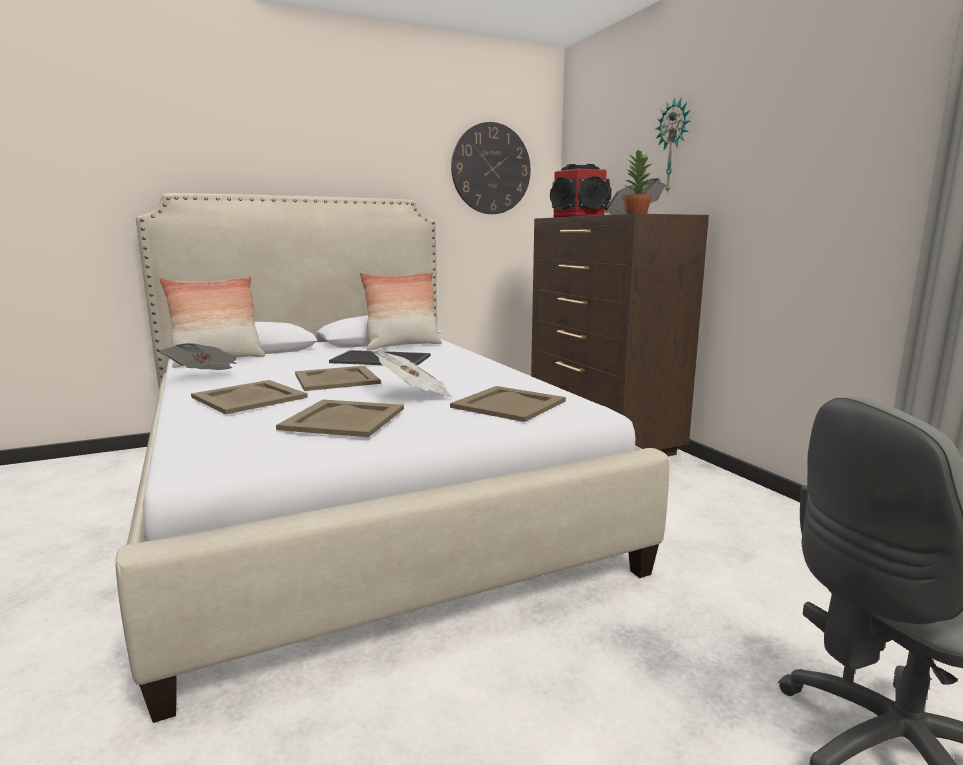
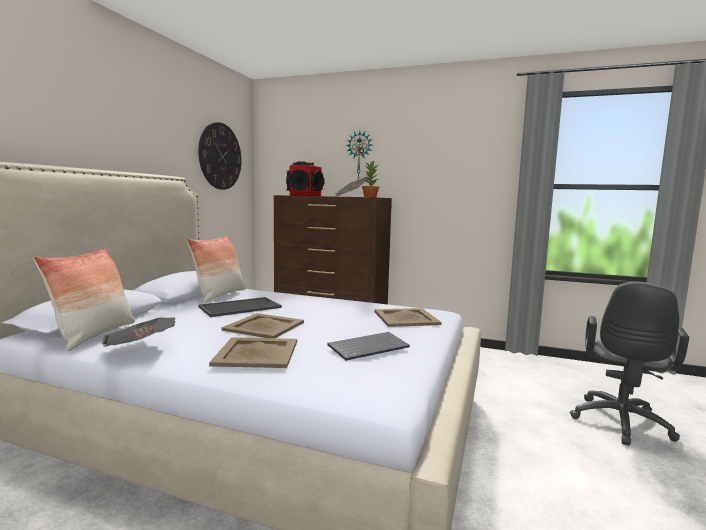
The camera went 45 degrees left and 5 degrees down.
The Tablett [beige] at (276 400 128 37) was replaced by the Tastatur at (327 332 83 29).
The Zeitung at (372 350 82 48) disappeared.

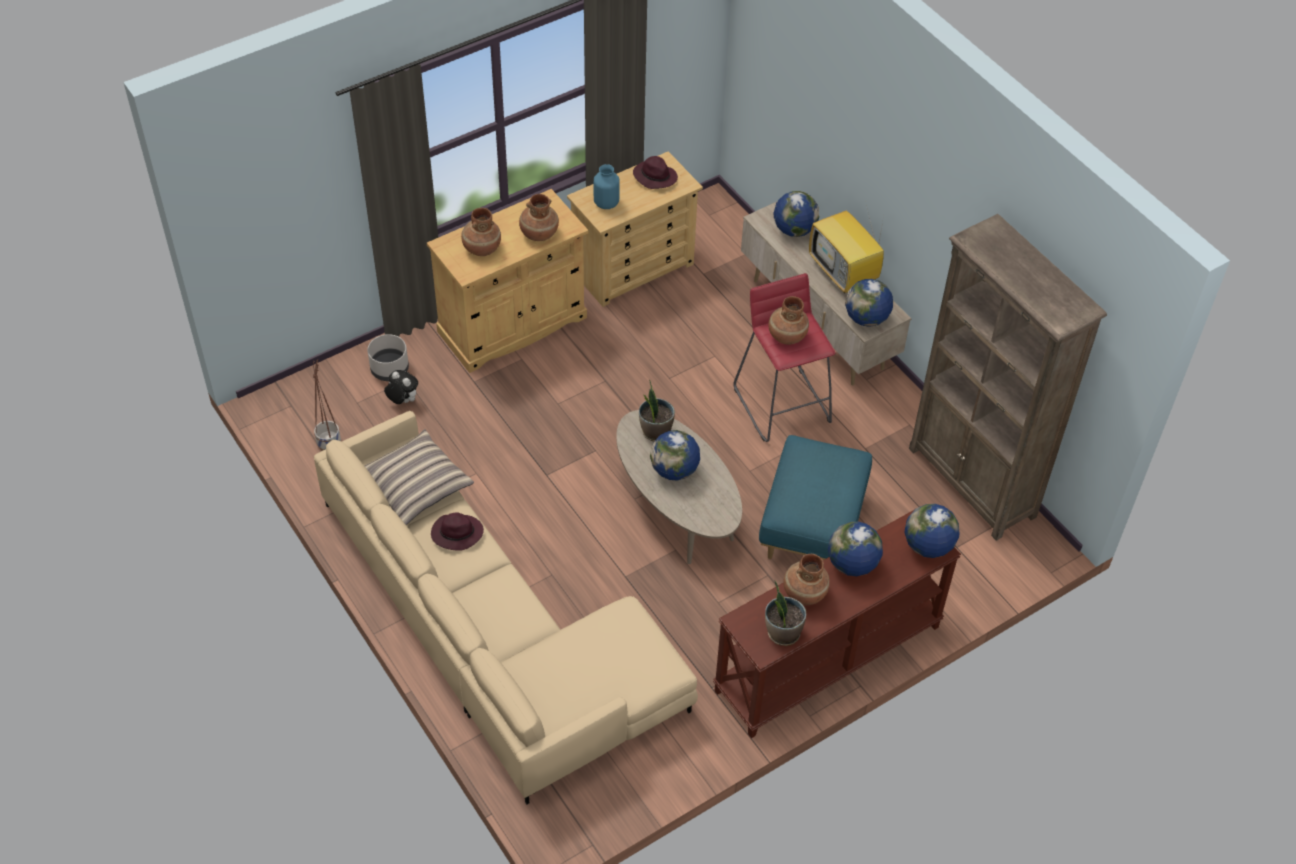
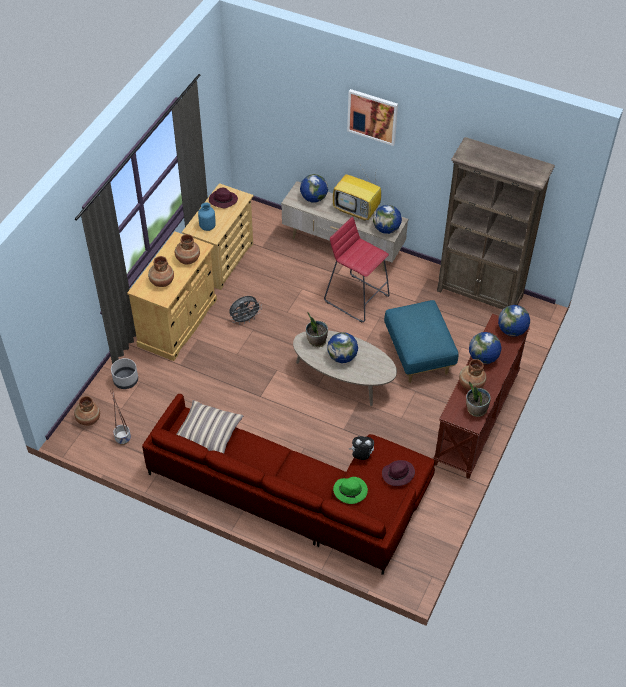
The camera went 30 degrees left and 0 degrees up.
The Sofa [beige] at (314 411 384 394) became the Sofa [rot] at (142 394 293 181).
The Plüschtier moved from (384 370 34 34) to (349 436 25 24).
The Hut [lila] moved from (431 513 53 38) to (382 460 33 26).
The Vase [braun] moved from (768 296 41 49) to (74 396 26 30).
The Ventilator [grau] at (229 296 33 28) appeared.
The Hut [grün] at (333 477 35 27) appeared.
The Bild at (347 89 51 57) appeared.

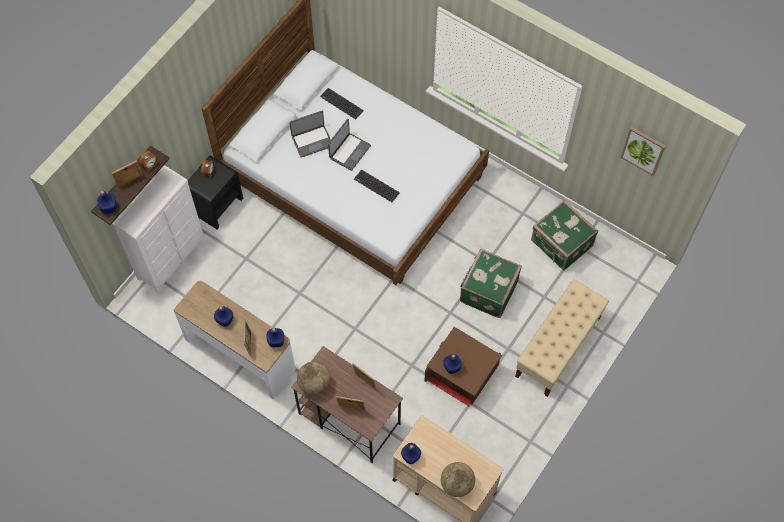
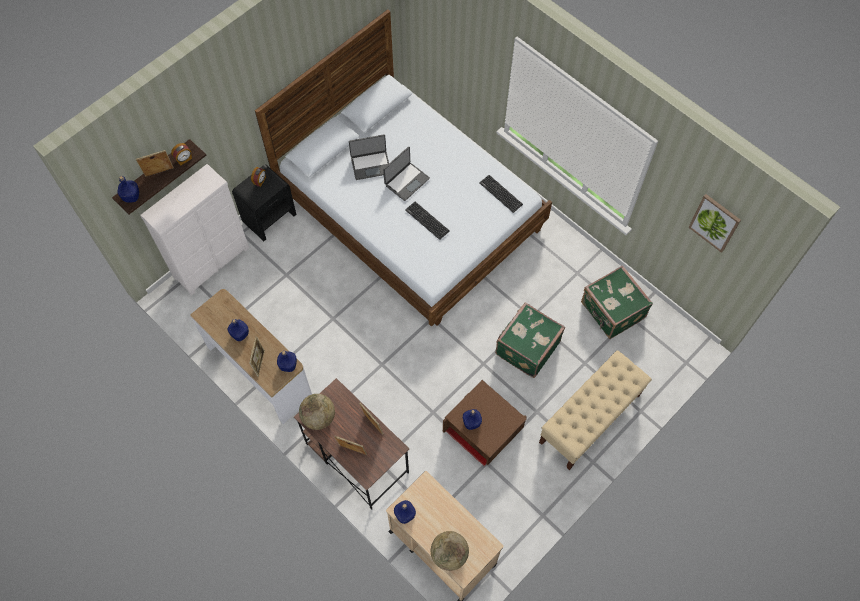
The camera went 10 degrees right and 0 degrees up.
The Tastatur moved from (320 88 44 31) to (479 175 44 38).

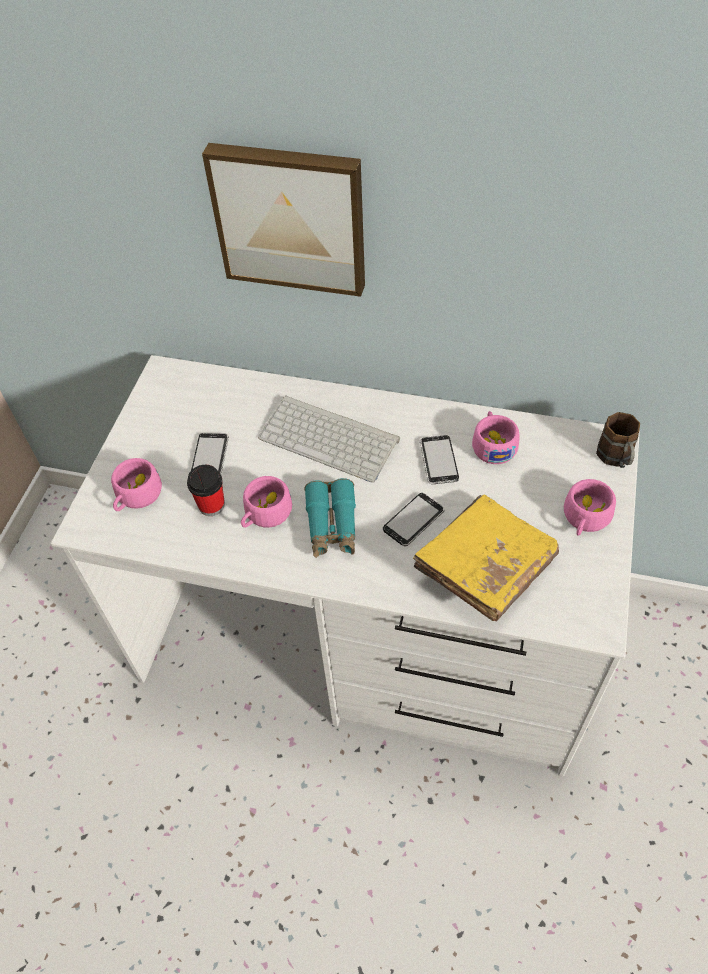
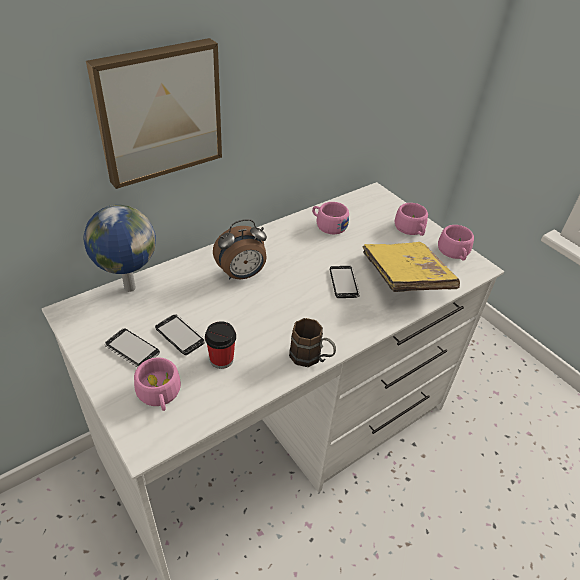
The camera went 55 degrees left and 10 degrees down.
The Tasse [rosa] moved from (241 476 51 52) to (438 225 36 36).
The Tastatur at (258 395 142 88) was replaced by the Wecker at (213 219 54 60).
The Fernglas [türkis] at (304 478 52 80) disappeared.
The Handy moved from (420 435 39 49) to (104 328 56 40).
The Henkelbecher [braun] moved from (596 412 44 56) to (289 318 47 49).
The Globus at (83 205 73 87) appeared.

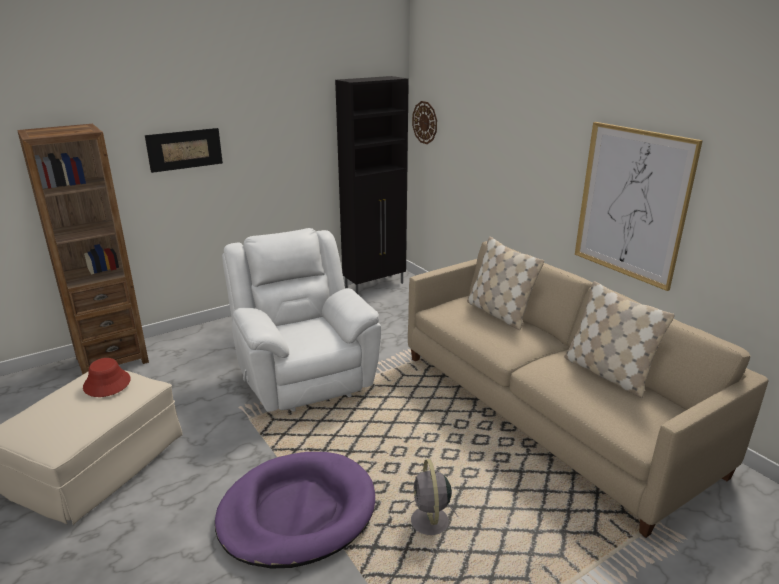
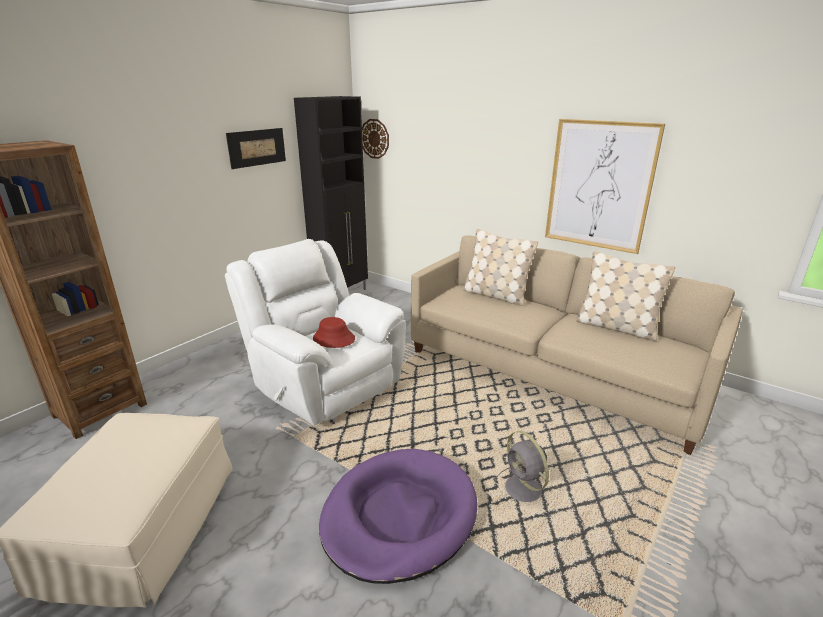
The camera went 20 degrees left and 0 degrees up.
The Hut [rot] moved from (83 358 48 39) to (313 317 42 31).
The Bild moved from (145 128 78 45) to (226 128 60 41).

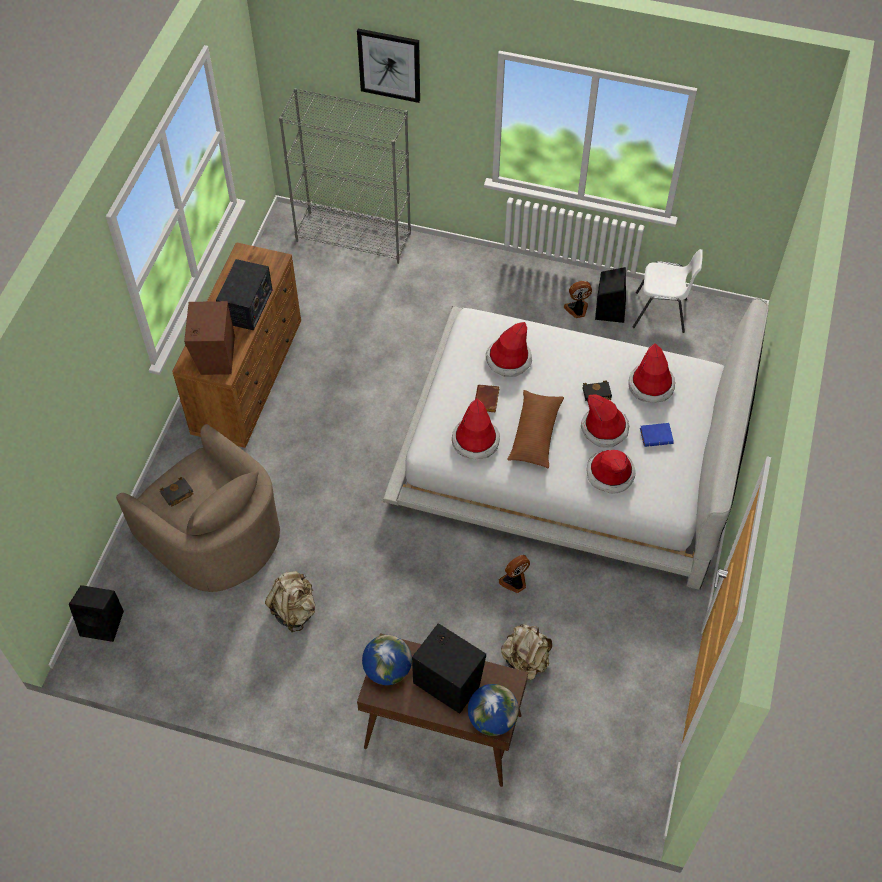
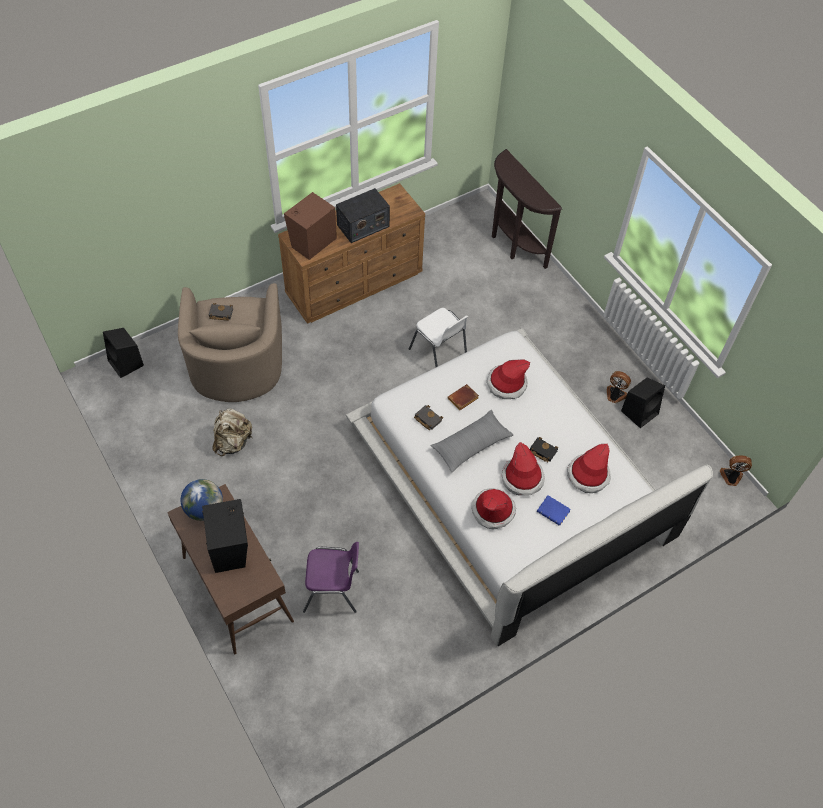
The camera went 40 degrees right and 0 degrees up.
The Bücherregal [grau] at (279 88 132 176) was replaced by the Konsolentisch [braun] at (492 149 70 120).
The Bild at (357 29 63 74) disappeared.
The Hut at (452 399 48 60) was replaced by the Buch [schwarz] at (414 405 29 25).
The Globus at (468 684 51 52) disappeared.
The Ventilator moved from (499 555 31 38) to (720 456 32 30).
The Rucksack [beige] at (501 624 51 56) was replaced by the Stuhl [lila] at (303 542 56 71).
The Kissen [braun] at (507 390 57 78) became the Kissen [grau] at (431 410 82 62).
The Stuhl [weiß] moved from (633 249 70 84) to (409 308 59 59).

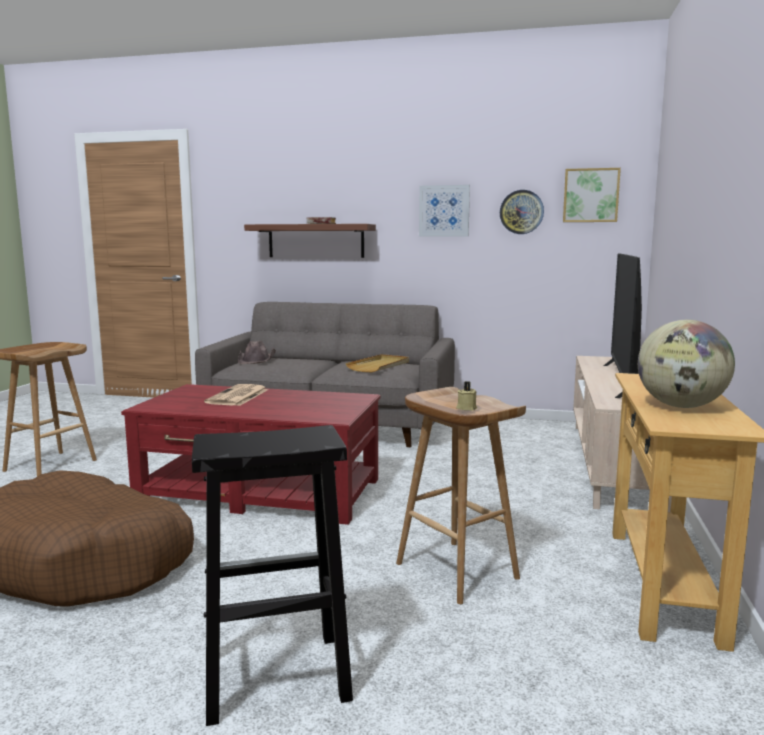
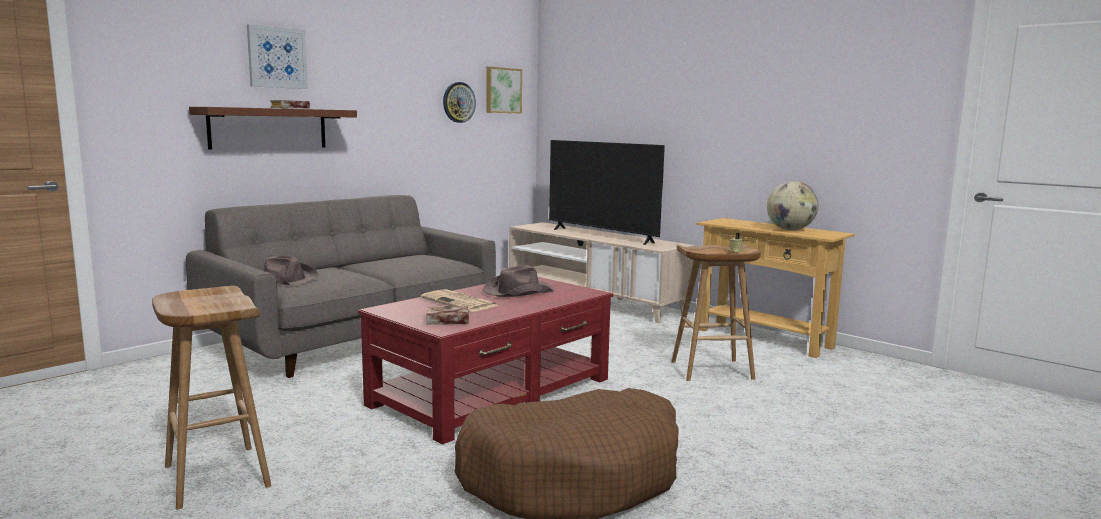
The camera went 60 degrees left and 0 degrees up.
The Hocker [schwarz] at (192 425 161 301) disappeared.
The Tablett [beige] at (345 354 64 18) disappeared.
The Bild moved from (419 185 51 52) to (247 24 61 65).
The Buch at (426 306 43 19) appeared.
The Hut [braun] at (483 265 72 32) appeared.

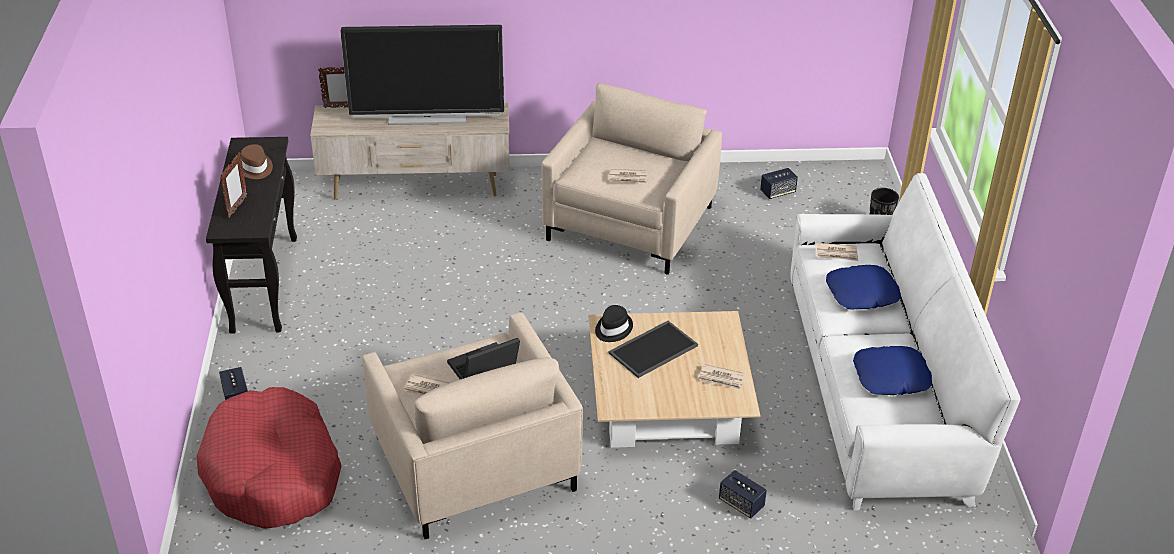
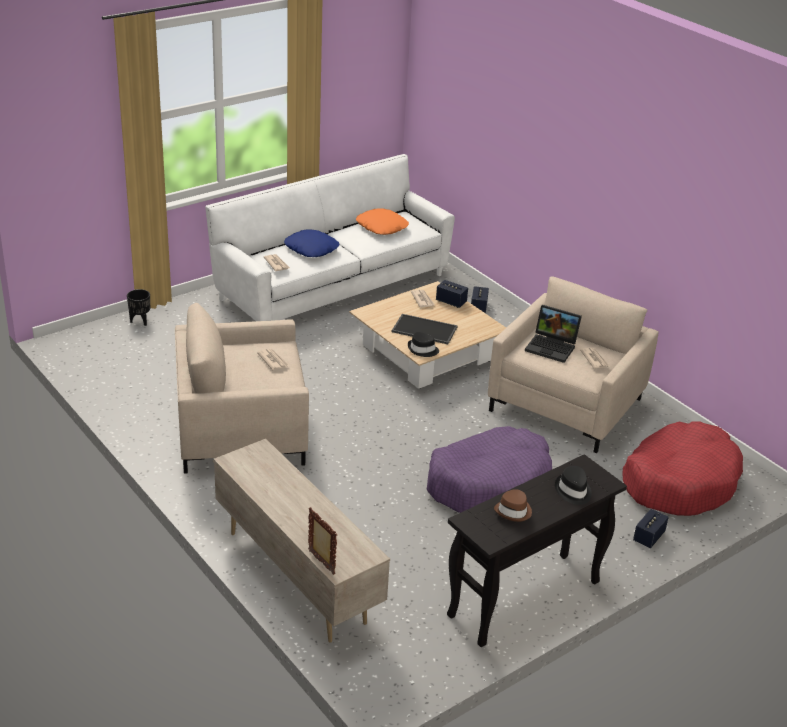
The camera went 125 degrees left and 5 degrees down.
The Bilderrahmen at (220 152 27 66) was replaced by the Hut [schwarz] at (555 466 37 39).
The Fernseher at (340 25 164 100) disappeared.
The Lautsprecher moved from (760 168 38 31) to (436 280 32 28).
The Kissen [blau] at (853 346 79 49) became the Kissen [orange] at (356 208 53 27).
The Hundebett [lila] at (426 426 126 87) appeared.

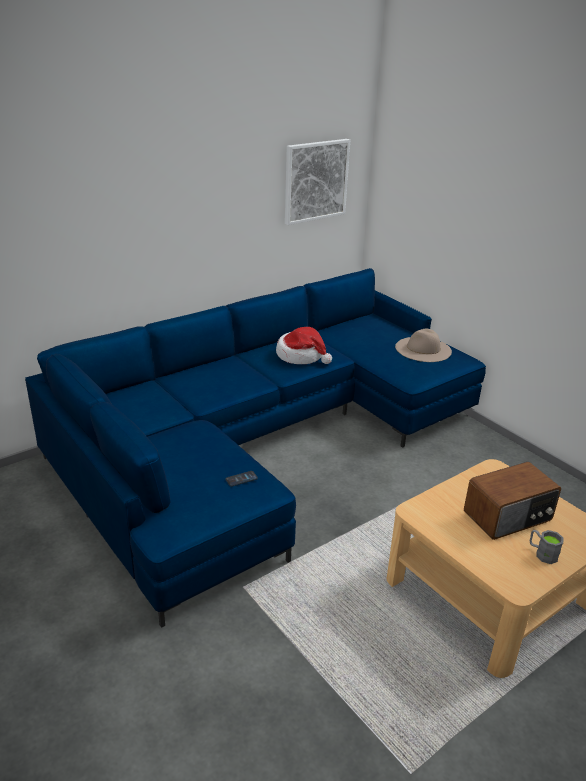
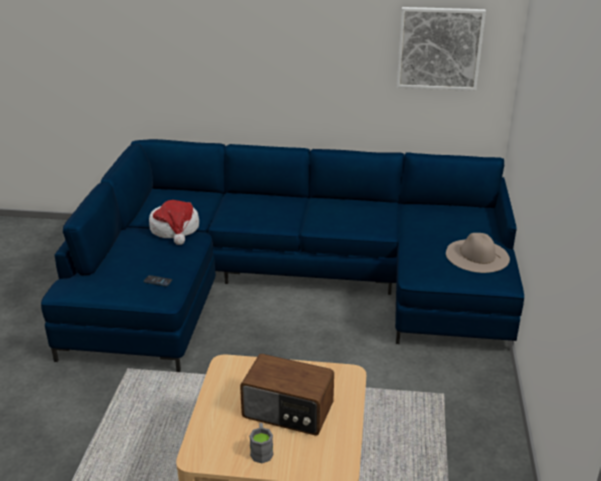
The camera went 45 degrees right and 0 degrees up.
The Hut moved from (276 327 56 37) to (149 200 50 45).

